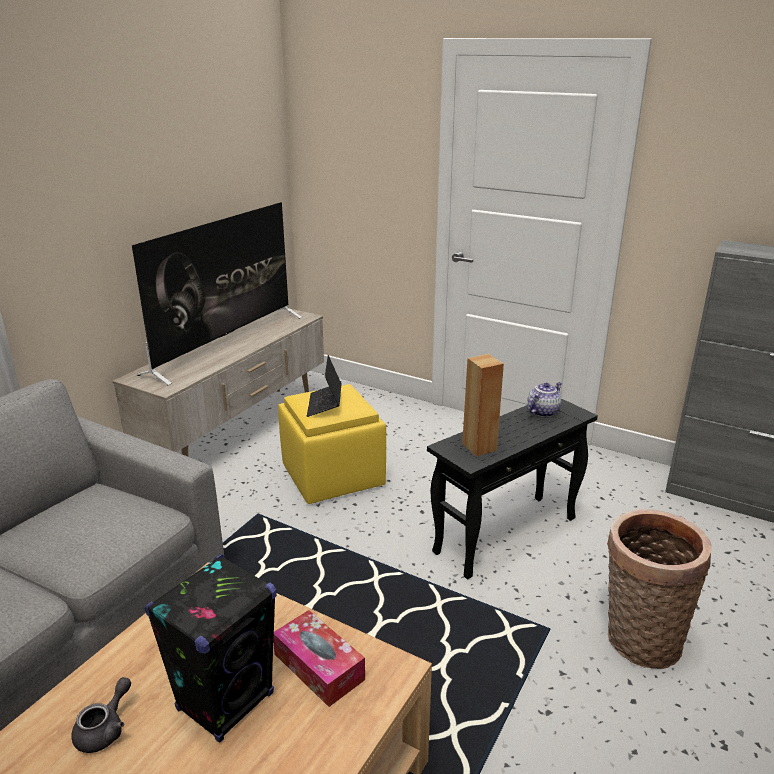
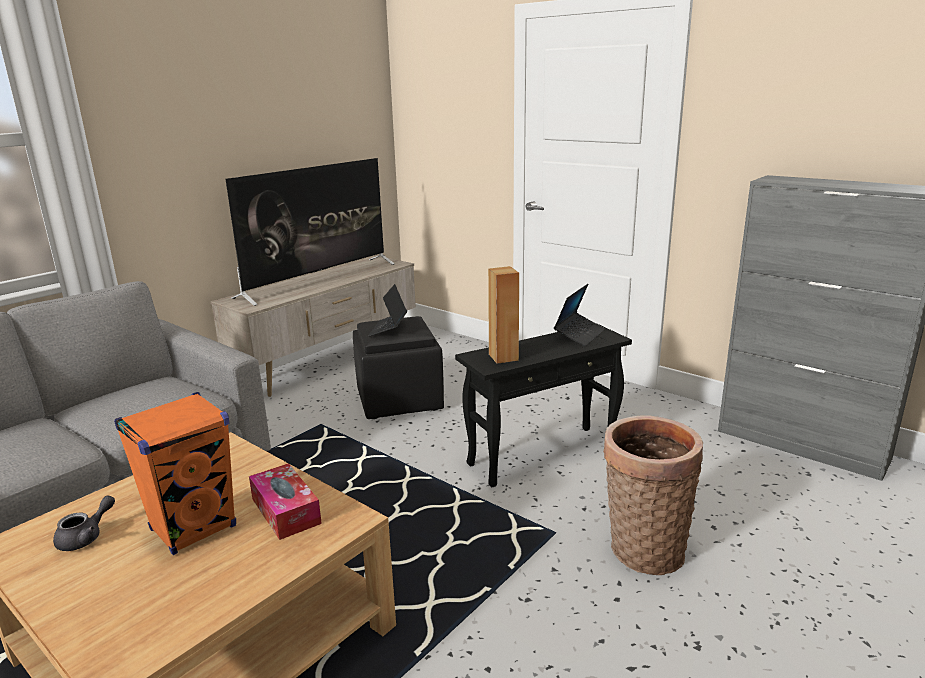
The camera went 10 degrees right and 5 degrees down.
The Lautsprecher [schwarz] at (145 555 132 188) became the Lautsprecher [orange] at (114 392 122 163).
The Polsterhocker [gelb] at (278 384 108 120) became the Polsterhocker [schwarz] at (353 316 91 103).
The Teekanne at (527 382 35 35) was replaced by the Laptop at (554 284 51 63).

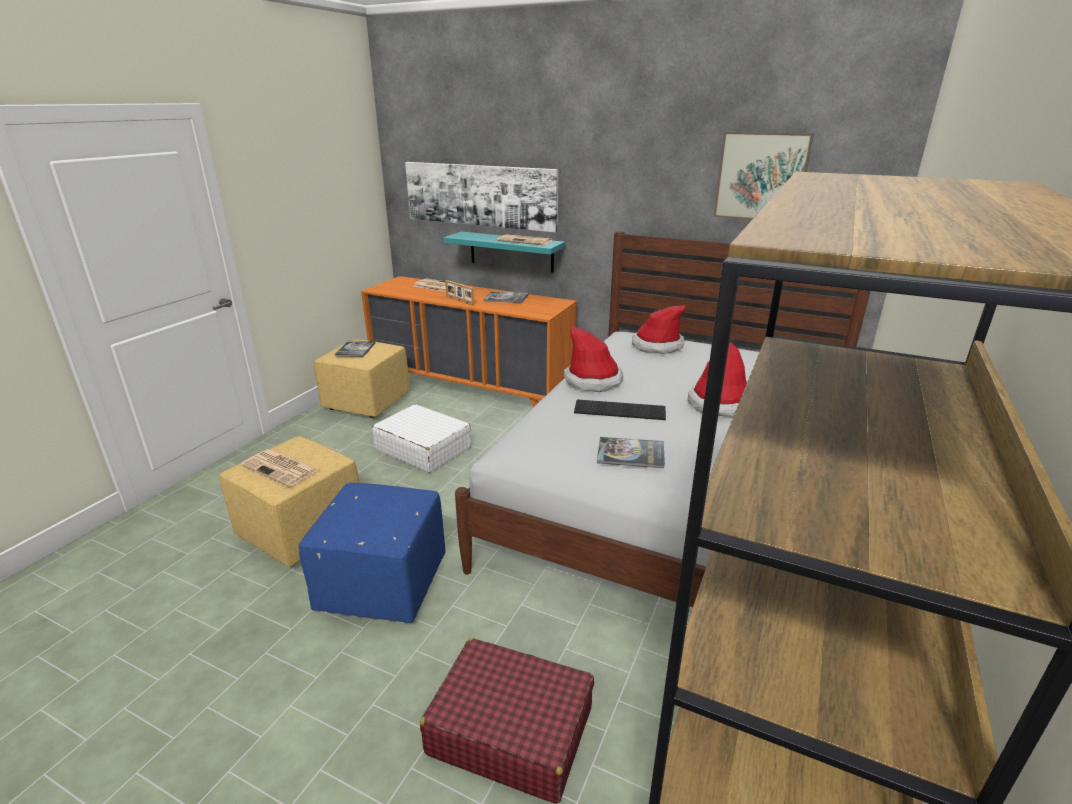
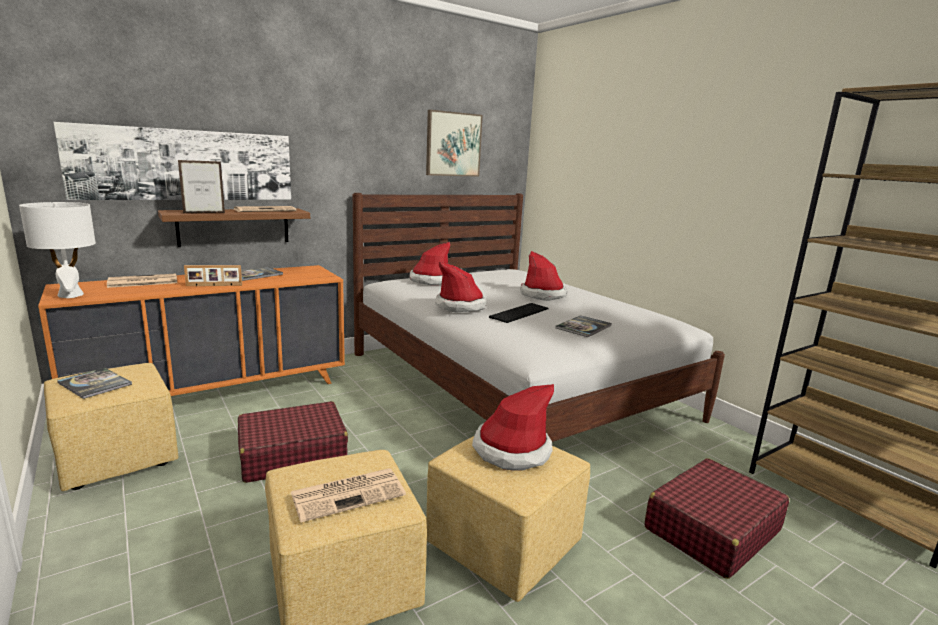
The camera went 60 degrees left and 10 degrees down.
The Polsterhocker [blau] at (299 483 147 140) became the Polsterhocker [gelb] at (426 436 164 166).
The Koffer [weiß] at (372 404 99 69) became the Koffer [rot] at (238 401 110 82).
The Wandregal [türkis] at (443 231 122 42) became the Wandregal [braun] at (158 209 152 38).
The Tischlampe [weiß] at (19 202 77 96) appeared.
The Bilderrahmen at (178 160 47 53) appeared.
The Hut at (472 384 82 87) appeared.

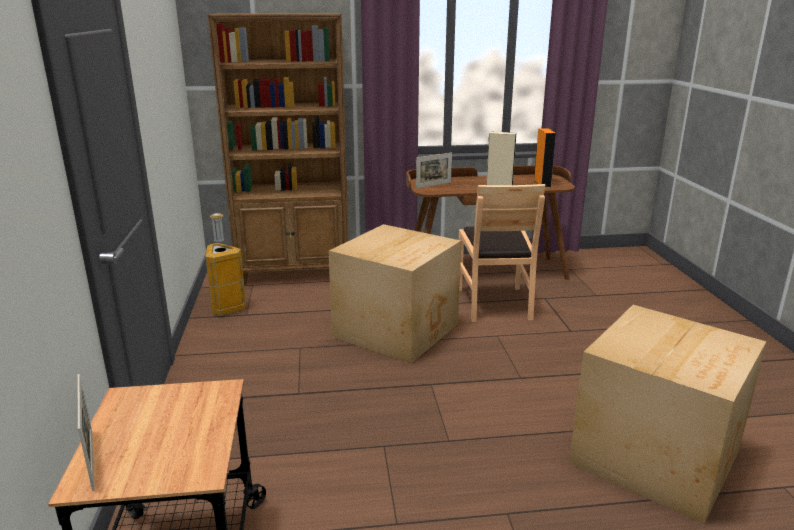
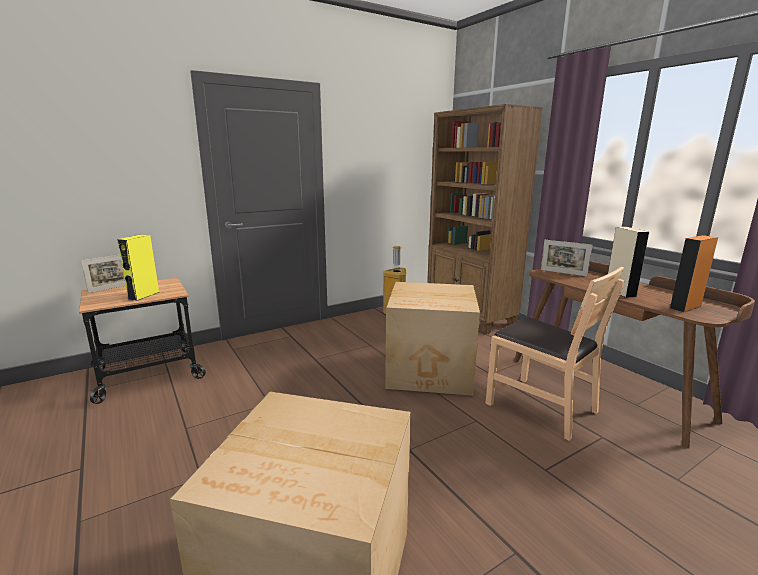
The camera went 65 degrees right and 5 degrees down.
The Stuhl [braun] at (459 184 86 138) turned 105 degrees counterclockwise.
The Lautsprecher [gelb] at (117 234 42 67) appeared.

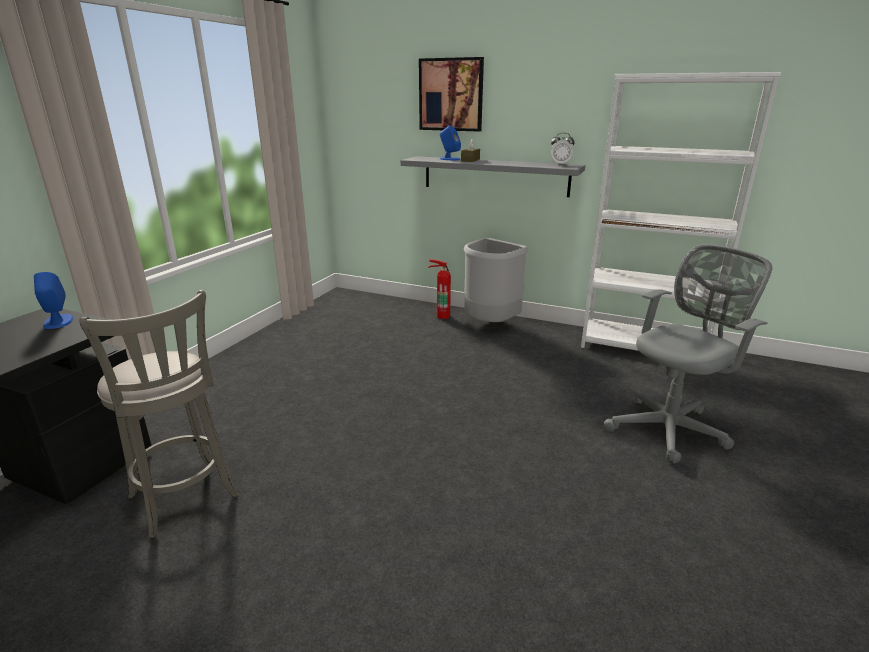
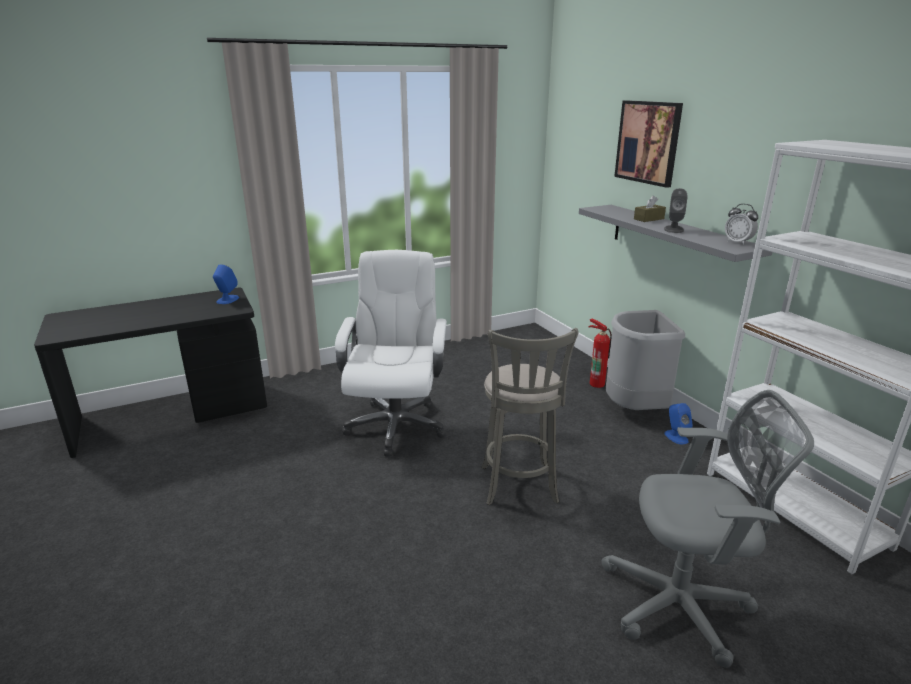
The camera went 40 degrees right and 0 degrees up.
The Hocker [grau] moved from (79 290 160 248) to (481 328 97 177).
The Lautsprecher [blau] moved from (440 125 21 35) to (664 403 29 41).
The Bürostuhl [weiß] at (335 250 112 207) appeared.
The Lautsprecher [grau] at (664 188 24 45) appeared.

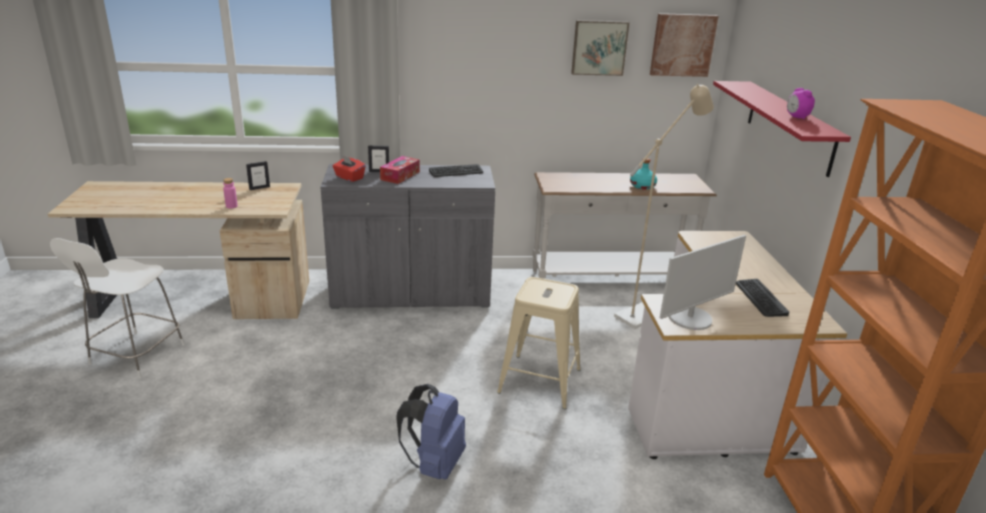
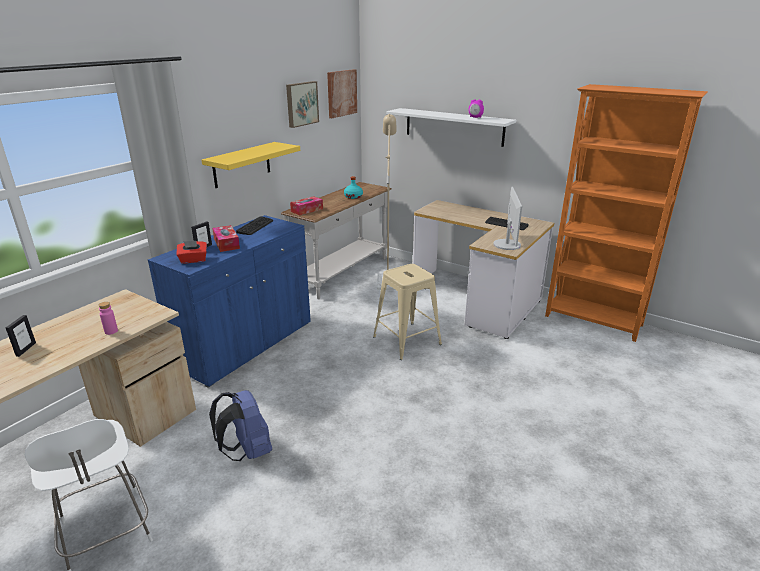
The camera went 50 degrees left and 0 degrees up.
The Bilderrahmen moved from (246 161 24 29) to (6 315 30 42).
The Schrank [grau] at (320 164 175 145) became the Schrank [blau] at (148 215 163 173).
The Rucksack [blau] moved from (396 384 70 96) to (209 390 63 71).
The Wandregal [rot] at (713 81 138 96) became the Wandregal [weiß] at (386 108 130 39).
The Wandregal [gelb] at (202 142 98 46) appeared.
The Taschentuchbox at (290 196 33 19) appeared.

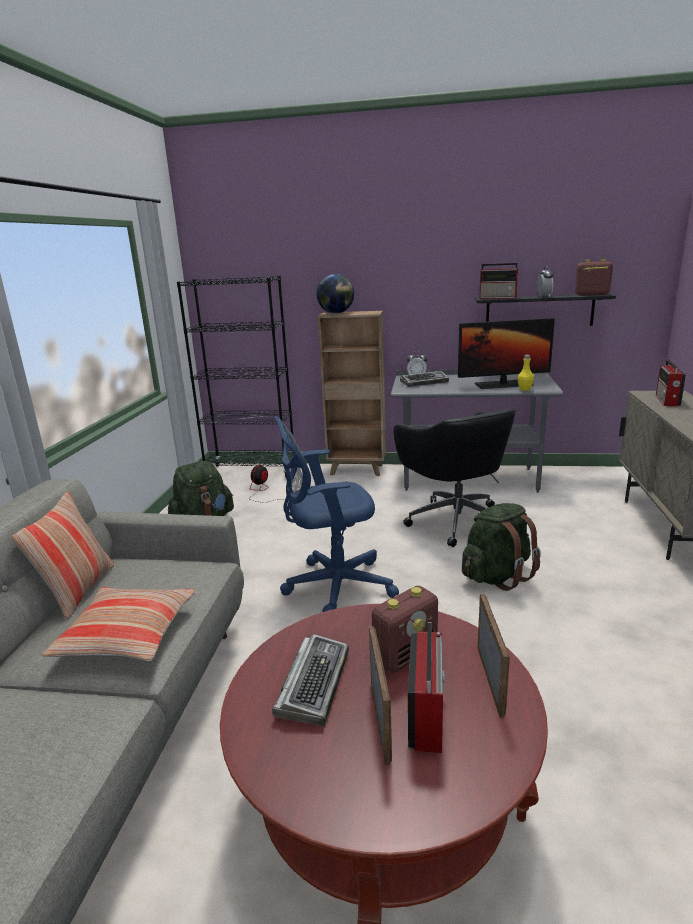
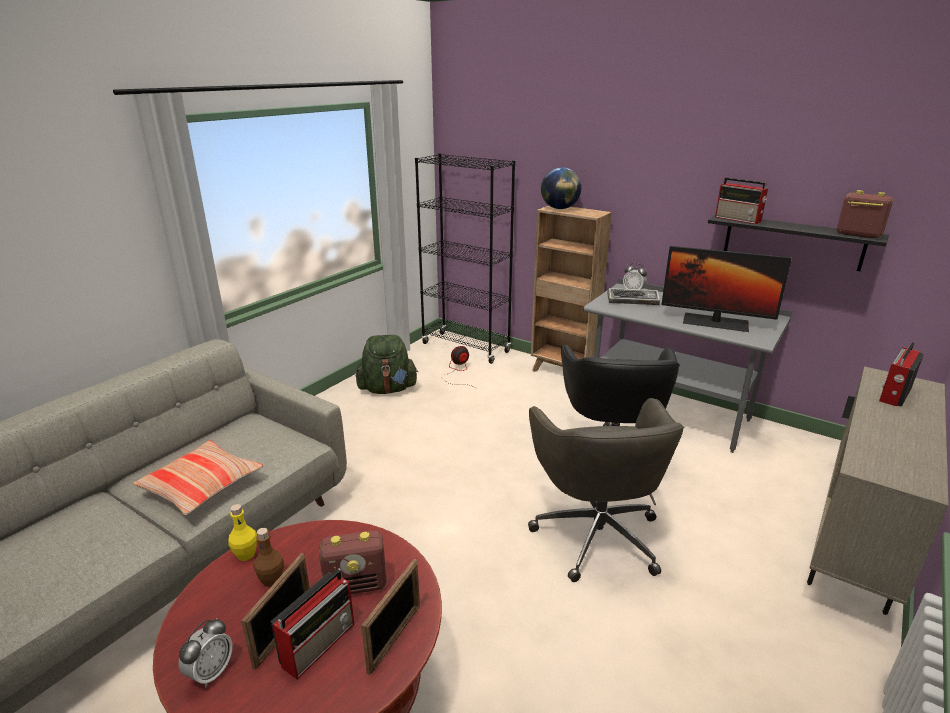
The camera went 25 degrees right and 5 degrees up.
The Kissen at (12 492 102 128) disappeared.
The Tastatur at (272 634 77 92) was replaced by the Flasche [braun] at (253 528 31 59).
The Bürostuhl [blau] at (274 416 125 196) disappeared.
The Rucksack [grün] at (462 503 79 88) was replaced by the Bürostuhl [grau] at (528 398 157 184).
The Flasche [gelb] moved from (518 355 16 36) to (228 504 29 57).
The Wecker moved from (537 266 16 31) to (178 618 55 70).

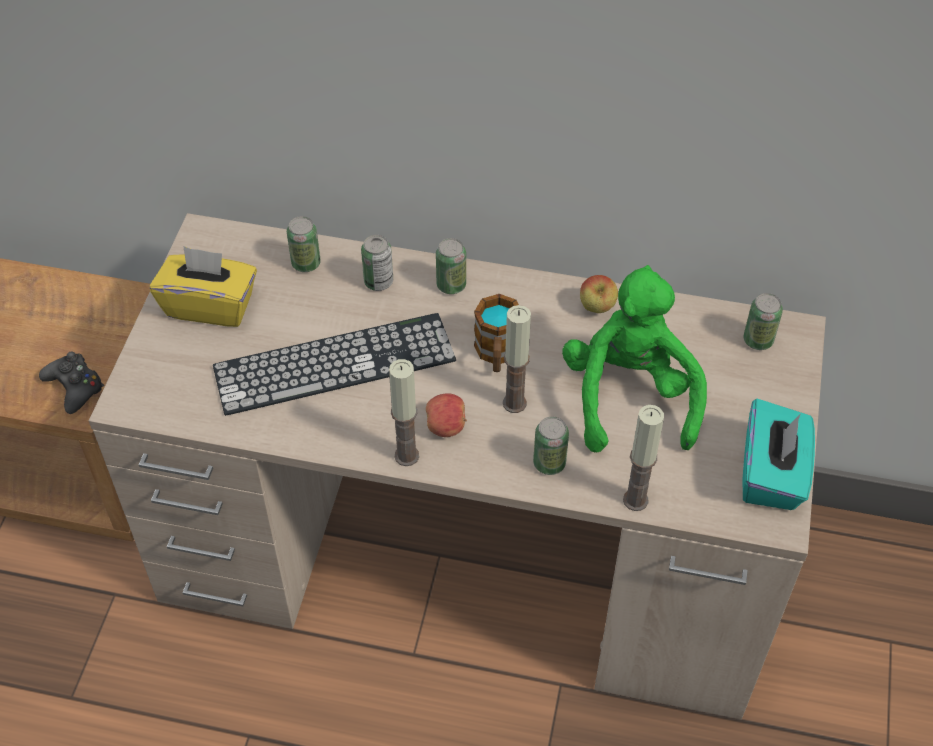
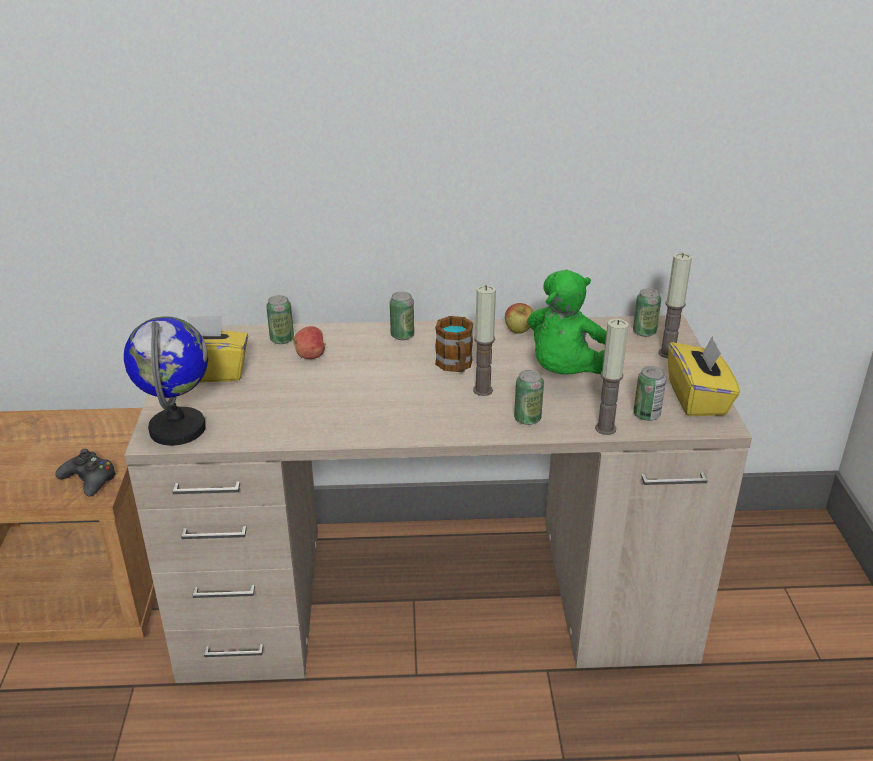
The camera went 15 degrees left and 20 degrees down.
The Tastatur at (213 313 243 103) disappeared.
The Dose moved from (361 235 32 56) to (634 366 32 55).
The Kerze moved from (389 359 30 107) to (658 253 34 105).
The Apfel moved from (426 393 41 44) to (294 326 32 33).
The Plüschtier [grün] at (562 265 145 188) turned 135 degrees counterclockwise.
The Taschentuchbox [türkis] at (742 399 73 111) became the Taschentuchbox [gelb] at (668 336 72 80).
The Globus at (124 316 84 130) appeared.

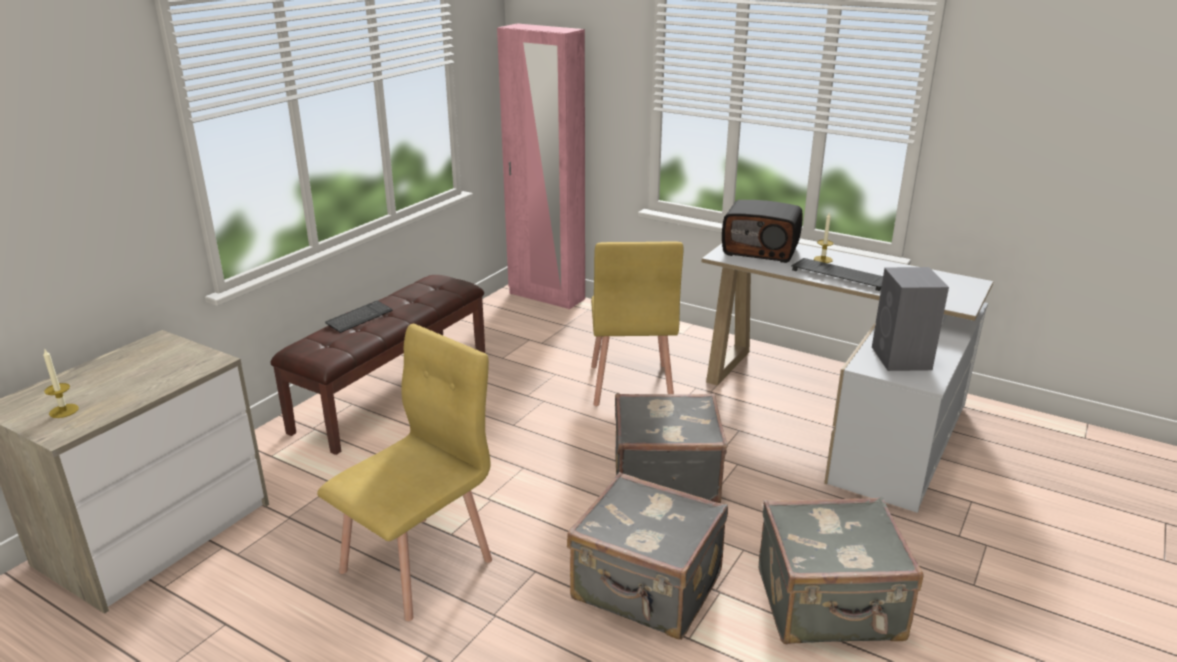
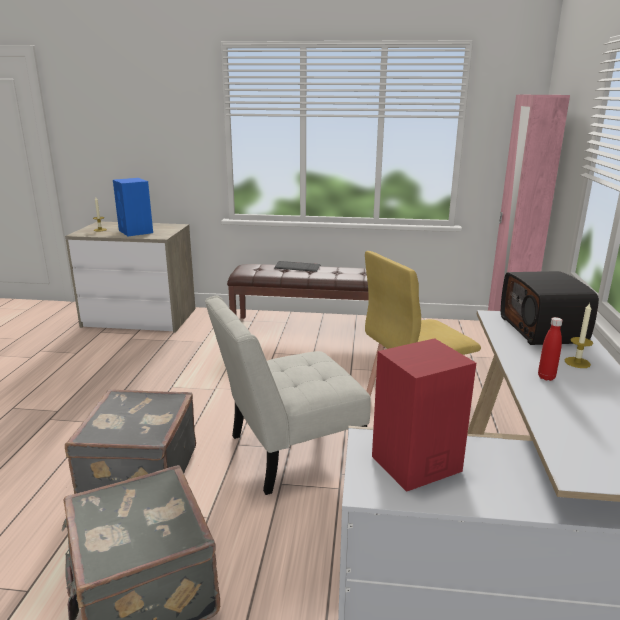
The camera went 65 degrees right and 5 degrees down.
The Stuhl [gelb] at (317 324 175 297) disappeared.
The Koffer [grau] at (615 393 112 110) was replaced by the Stuhl [weiß] at (205 296 166 199).
The Tastatur at (791 258 92 33) was replaced by the Flasche [rot] at (538 317 25 64).
The Lautsprecher [grau] at (872 267 77 104) became the Lautsprecher [rot] at (372 338 104 154).
The Lautsprecher [blau] at (113 178 40 58) appeared.

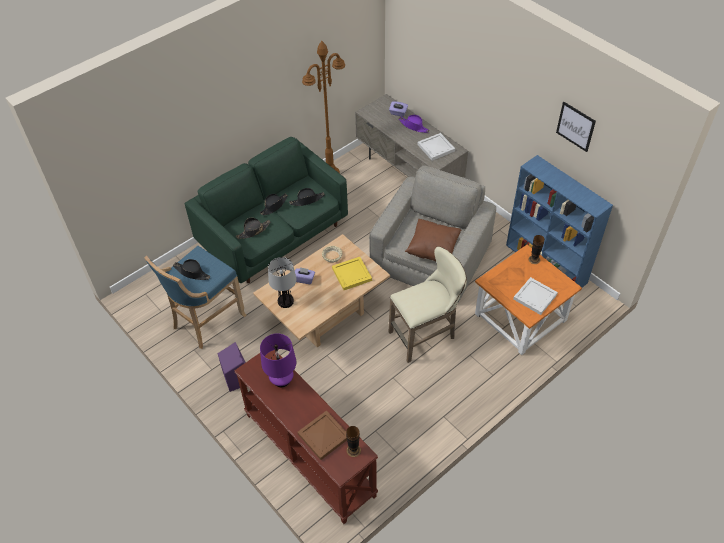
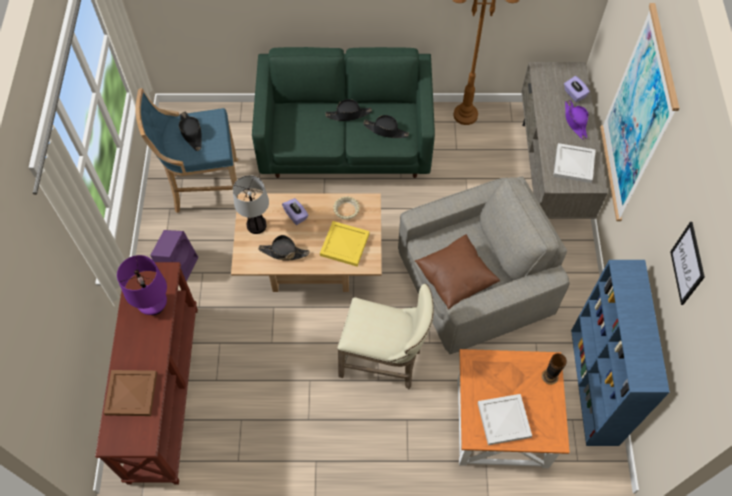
The camera went 40 degrees right and 10 degrees up.
The Hut [schwarz] moved from (236 218 35 21) to (258 235 51 25).
The Vase at (346 426 15 31) disappeared.
The Bild at (600 3 79 218) appeared.

